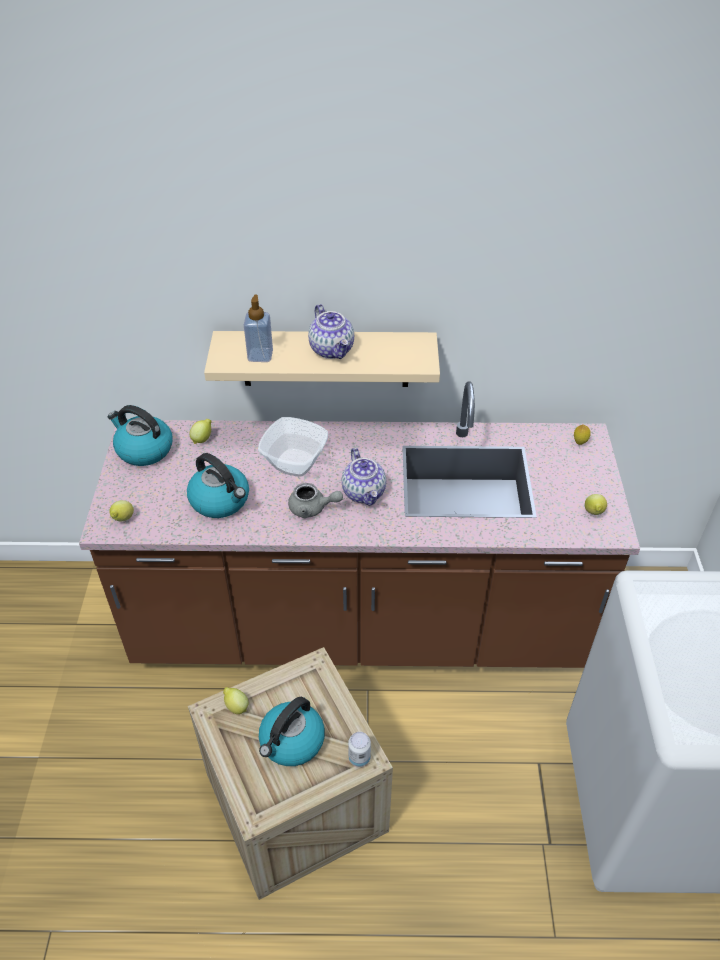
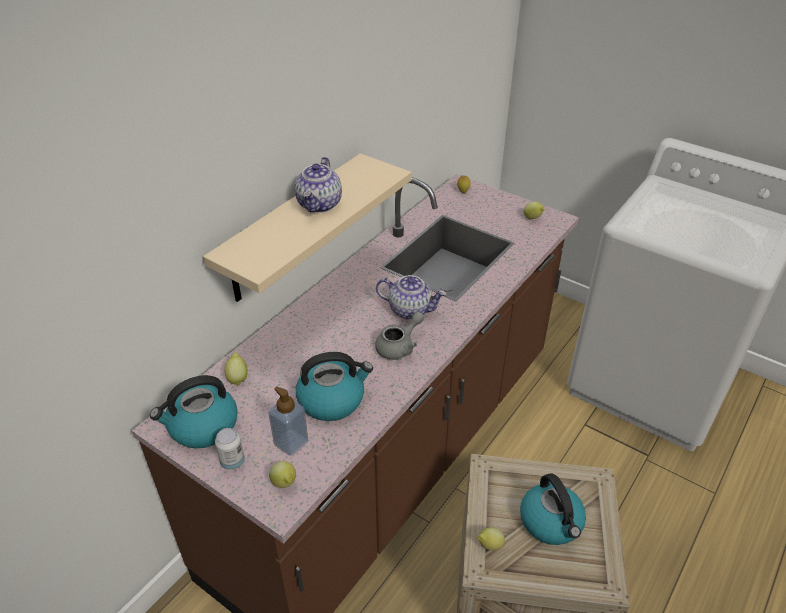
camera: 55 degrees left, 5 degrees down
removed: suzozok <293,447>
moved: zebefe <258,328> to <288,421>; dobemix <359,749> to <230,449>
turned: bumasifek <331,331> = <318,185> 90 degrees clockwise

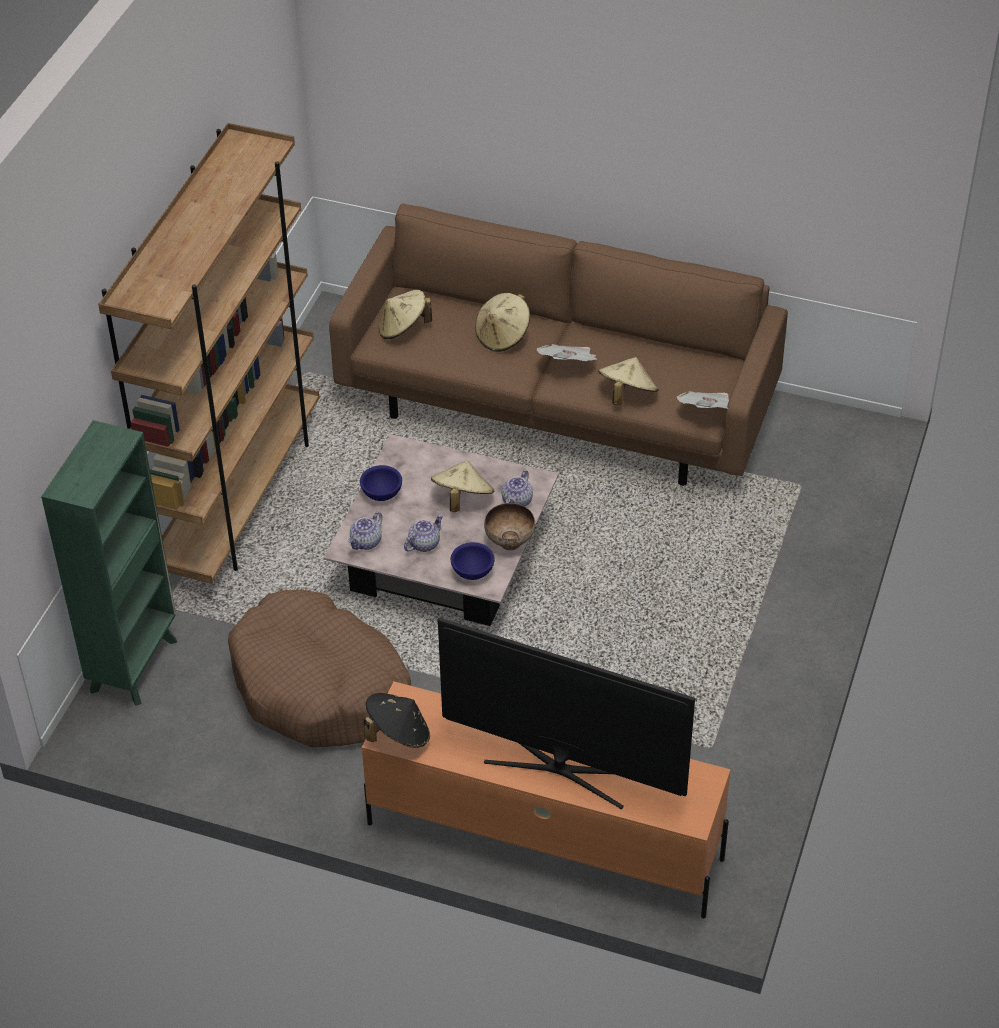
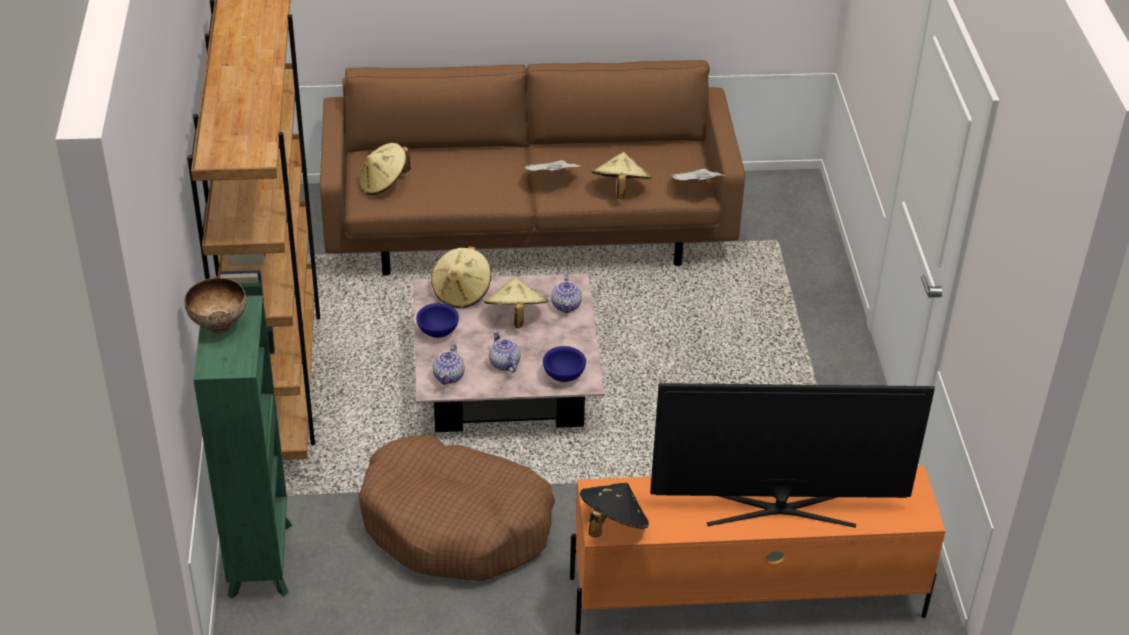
camera: 25 degrees left, 5 degrees down
moved: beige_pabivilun <502,322> to <461,277>; suzozok <509,526> to <215,306>
turned: bumasifek <423,533> = <505,351> 45 degrees counterclockwise

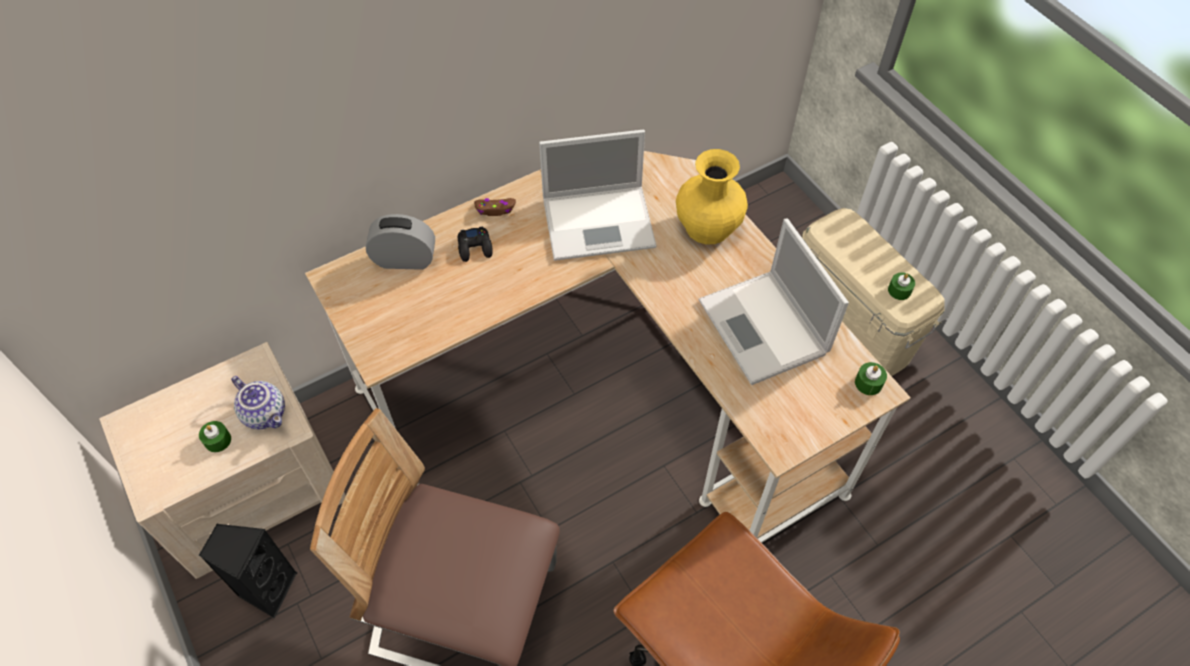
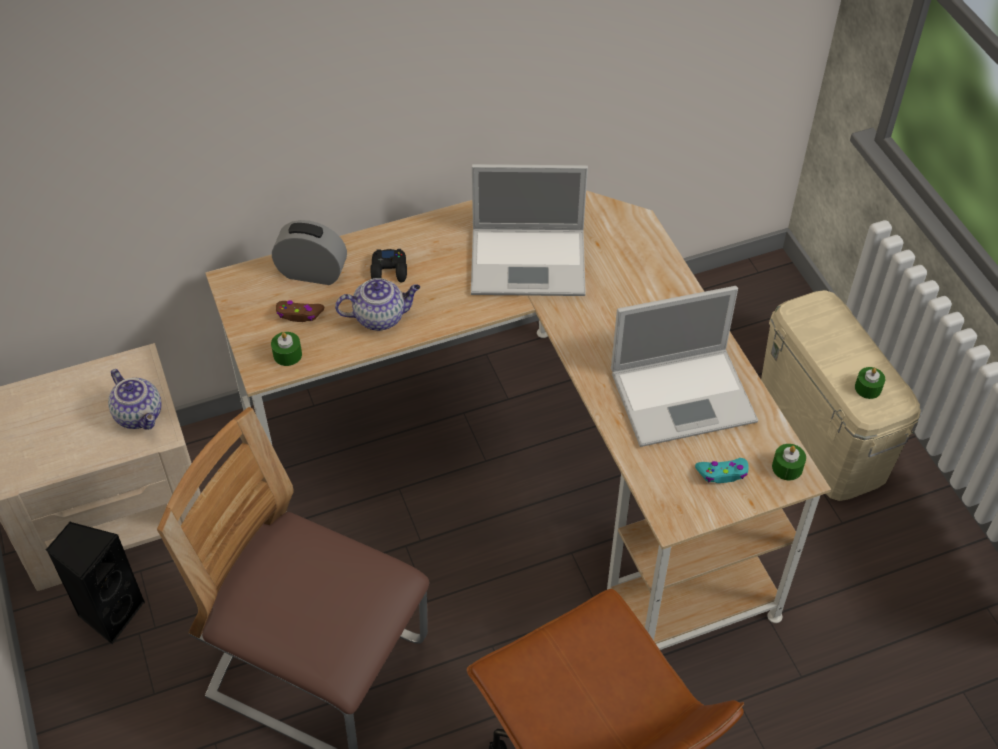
camera: 10 degrees right, 5 degrees down
removed: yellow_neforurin <712,197>
added: bumasifek <377,304>; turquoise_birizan <721,470>
moved: brown_birizan <495,207> to <300,311>; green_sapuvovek <215,436> to <286,349>
turned: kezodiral <774,301> = <684,366> 90 degrees counterclockwise

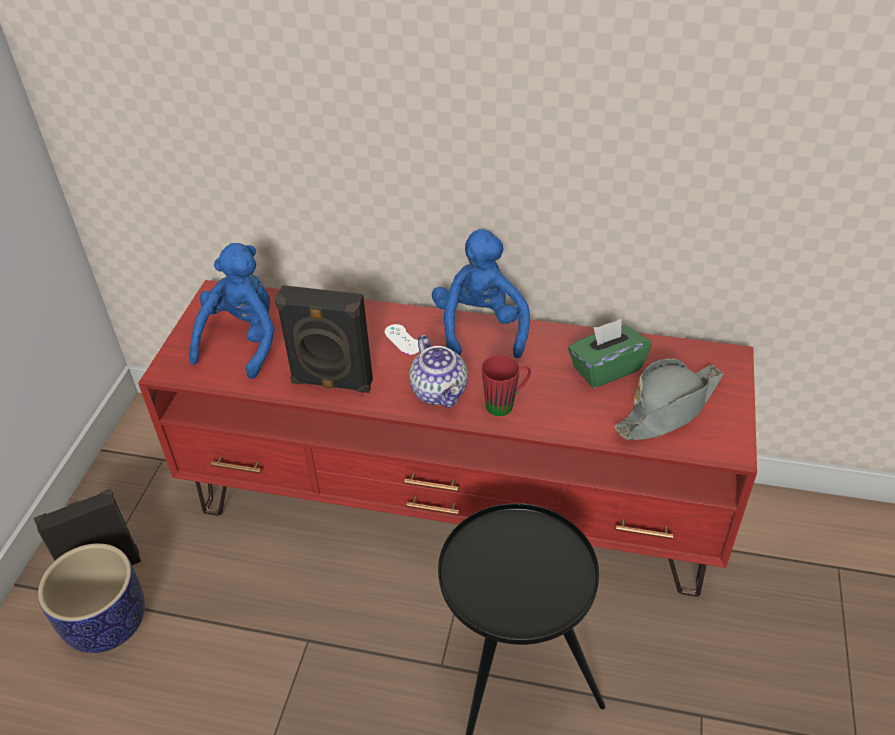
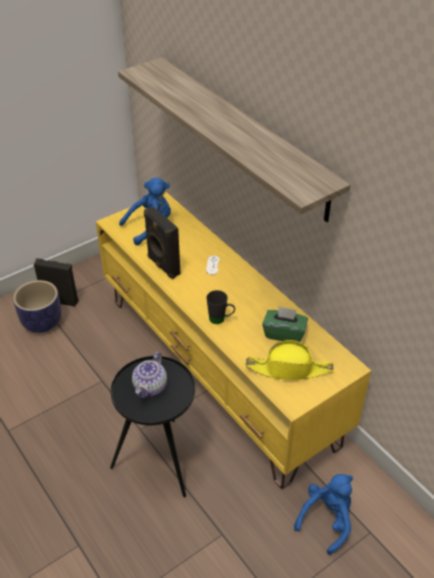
camera: 40 degrees right, 0 degrees up
added: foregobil <234,139>
moved: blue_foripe <481,293> to <323,514>; bumasifek <438,371> to <149,375>
recoloured: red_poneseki <447,438> to yellow_poneseki <233,340>; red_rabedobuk <506,385> to black_rabedobuk <220,307>; grey_pabivilun <669,399> to yellow_pabivilun <290,360>

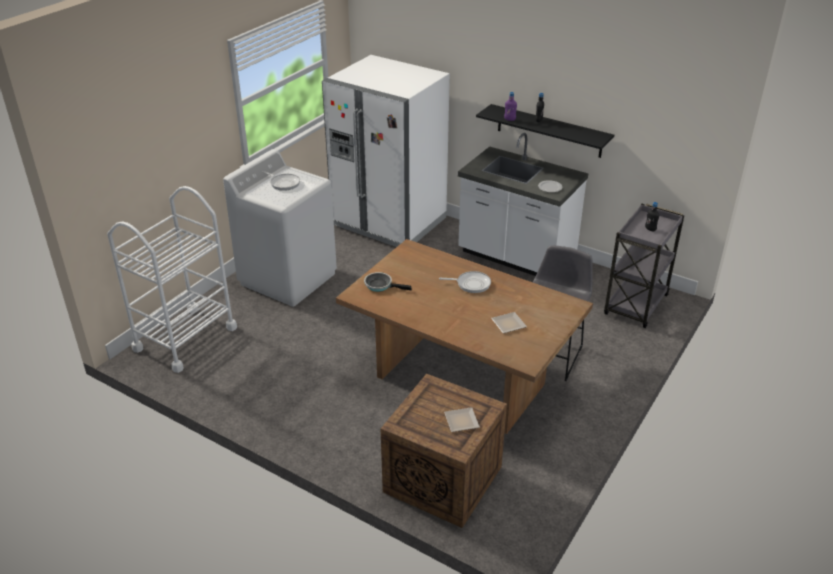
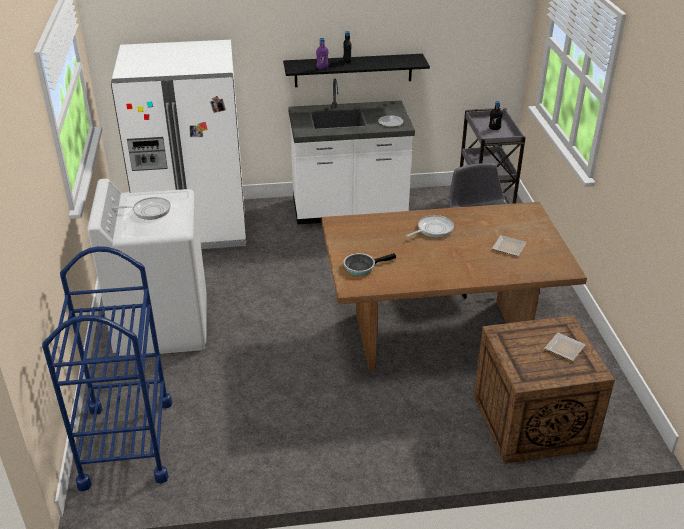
camera: 40 degrees left, 0 degrees up
recoloured: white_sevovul <172,279> to blue_sevovul <107,368>

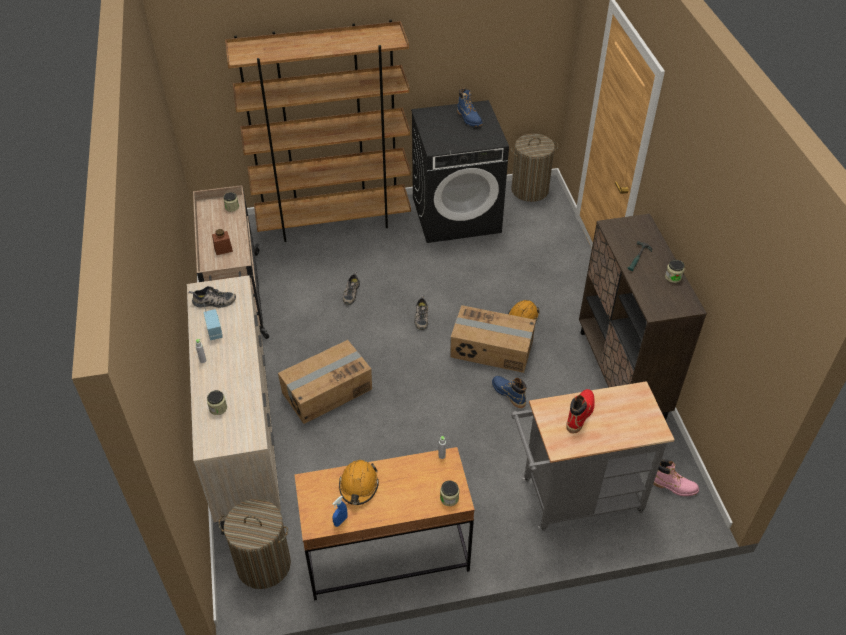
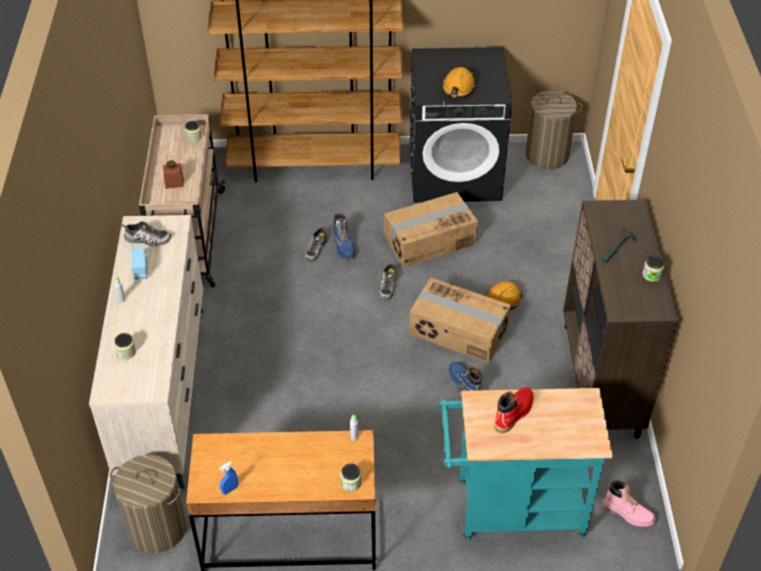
camera: 10 degrees right, 0 degrees up
moved: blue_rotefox <470,107> to <344,236>; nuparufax <325,382> to <431,230>; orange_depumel <359,482> to <459,82>
recoloured: grey_sevovul <593,456> to turquoise_sevovul <526,463>

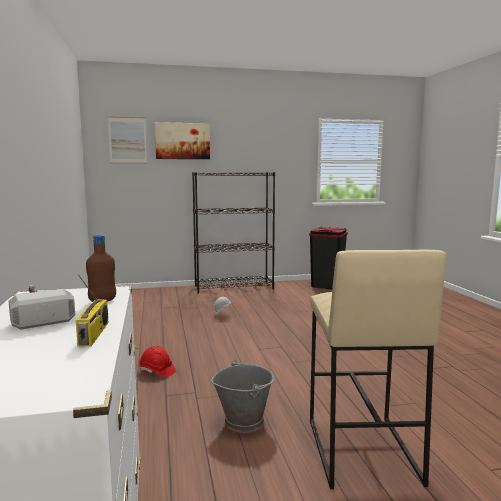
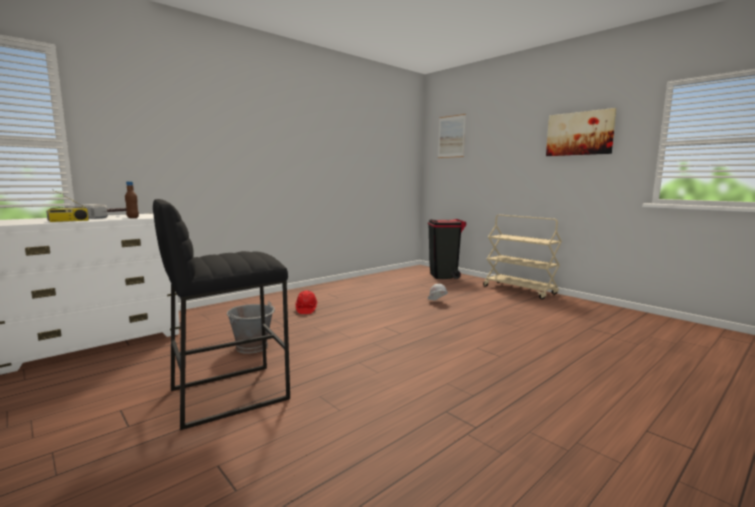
camera: 60 degrees right, 0 degrees up
moved: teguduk <182,140> to <581,132>; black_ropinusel <328,258> to <447,249>
replaced: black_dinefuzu <233,233> to beige_sevovul <522,257>
recoloured: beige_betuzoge <378,369> to black_betuzoge <221,314>

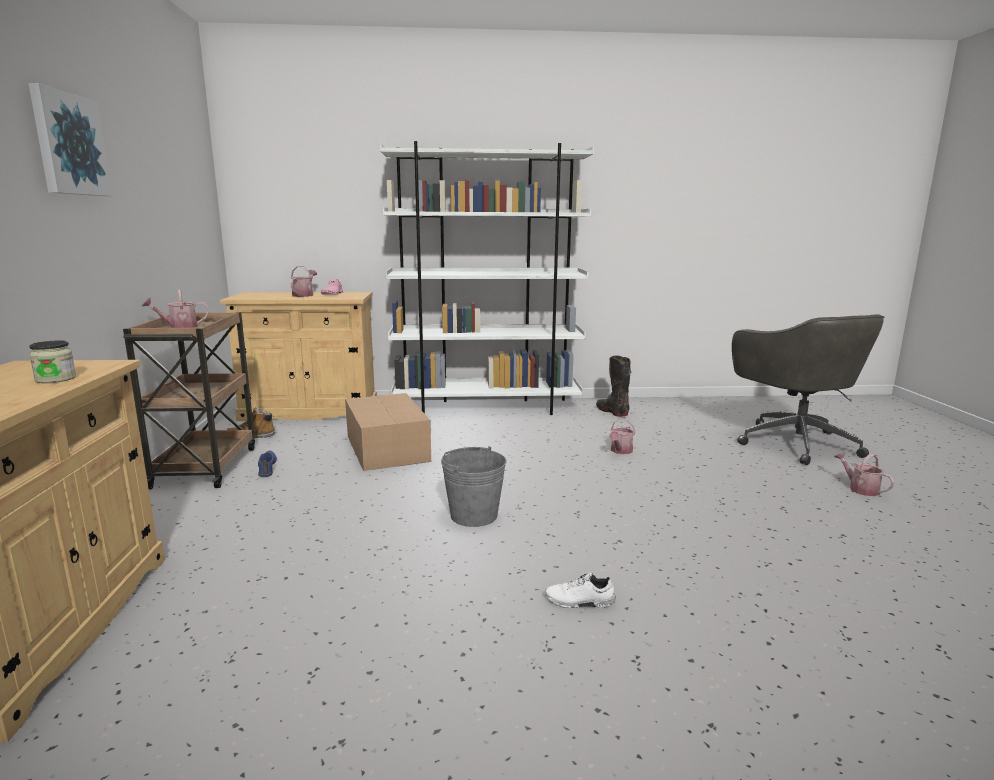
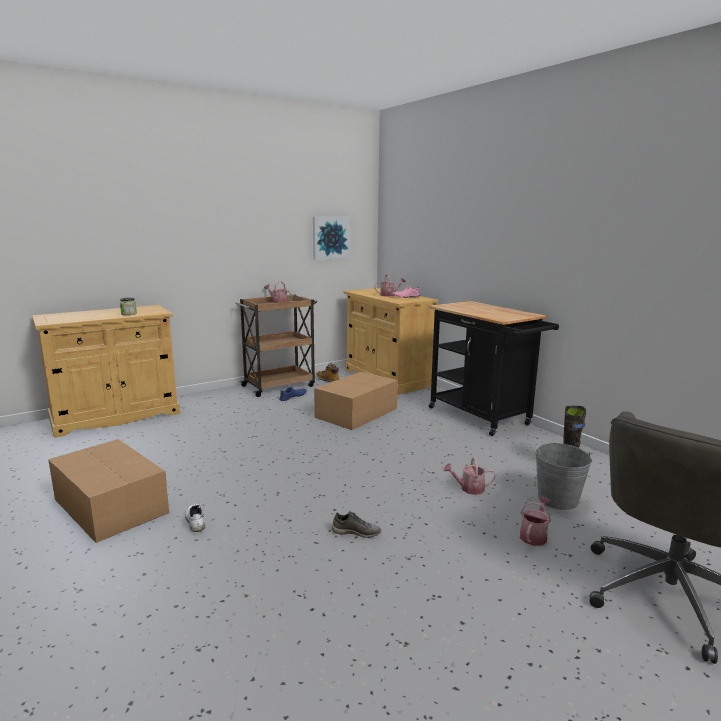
camera: 60 degrees right, 0 degrees up
added: nuparufax <108,491>; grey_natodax <356,524>
moved: teguduk <70,139> to <332,238>; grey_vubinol <473,486> to <564,476>; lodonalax <864,474> to <535,521>
replaced: white_dinefuzu <487,278> to black_sevovul <494,368>

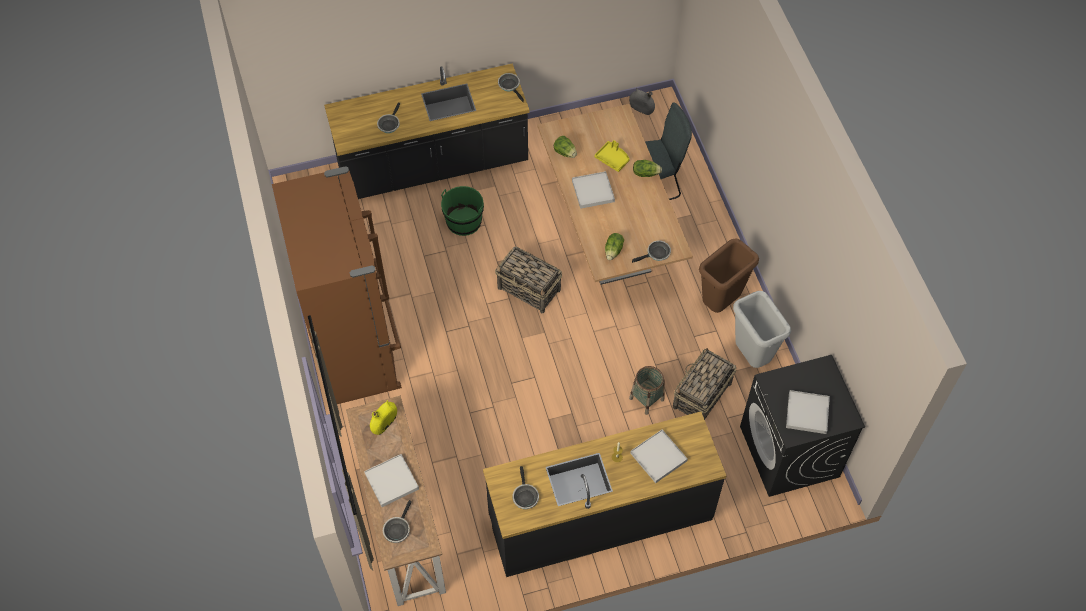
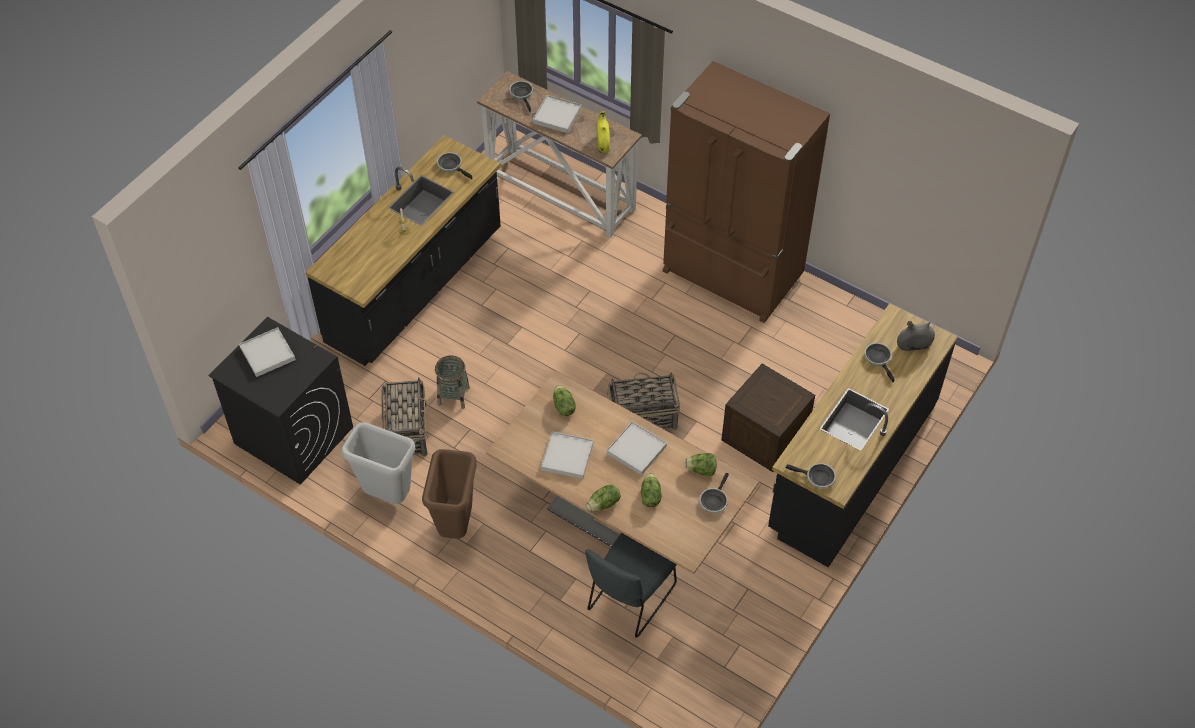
camera: 140 degrees right, 5 degrees down
moved: grey_neforurin <642,101> to <916,336>; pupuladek <651,251> to <714,493>; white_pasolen <659,456> to <567,455>
replaced: yellow_pasolen <612,156> to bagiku <651,490>; green_vubinol <462,211> to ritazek <768,418>

